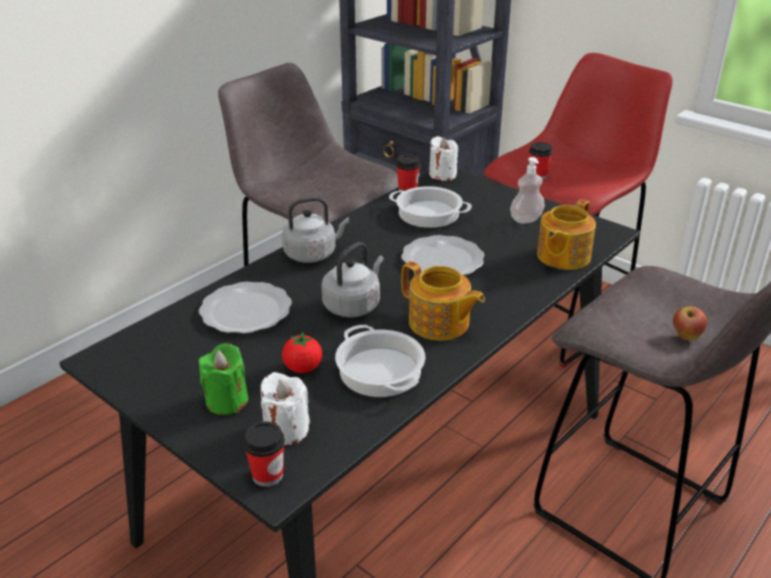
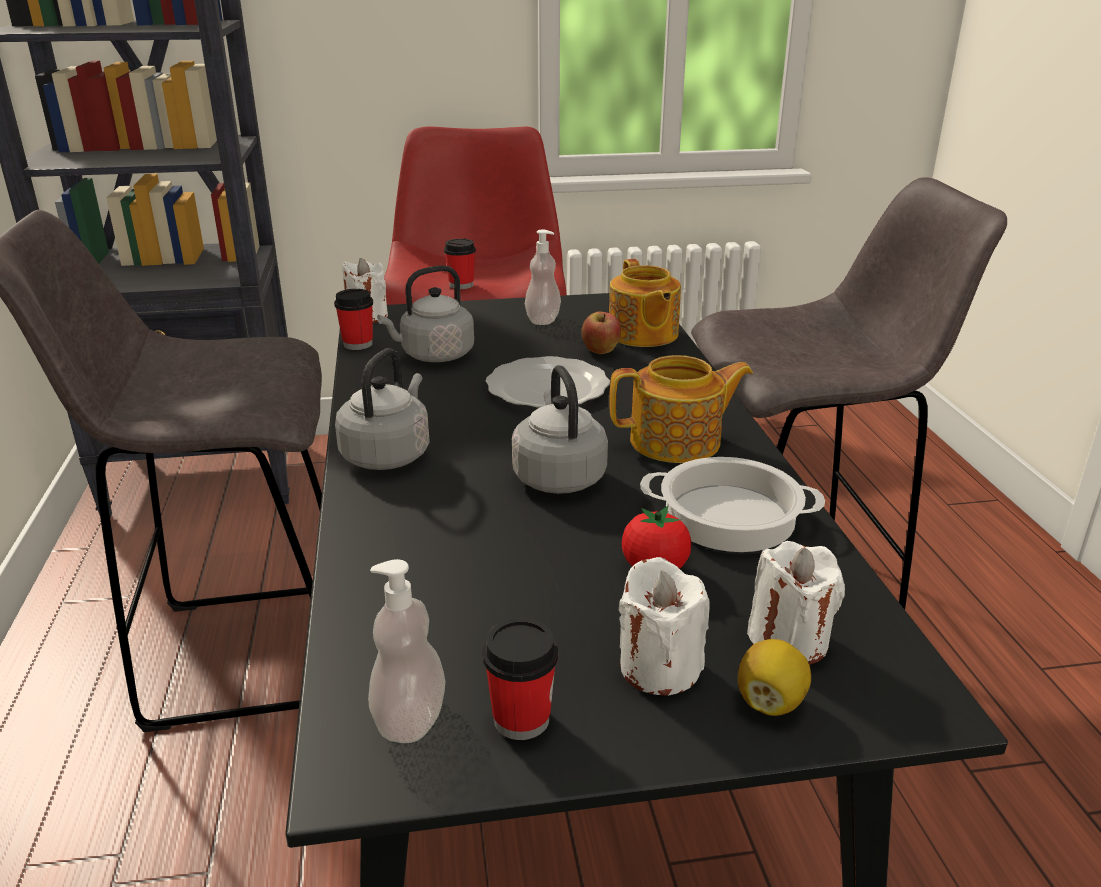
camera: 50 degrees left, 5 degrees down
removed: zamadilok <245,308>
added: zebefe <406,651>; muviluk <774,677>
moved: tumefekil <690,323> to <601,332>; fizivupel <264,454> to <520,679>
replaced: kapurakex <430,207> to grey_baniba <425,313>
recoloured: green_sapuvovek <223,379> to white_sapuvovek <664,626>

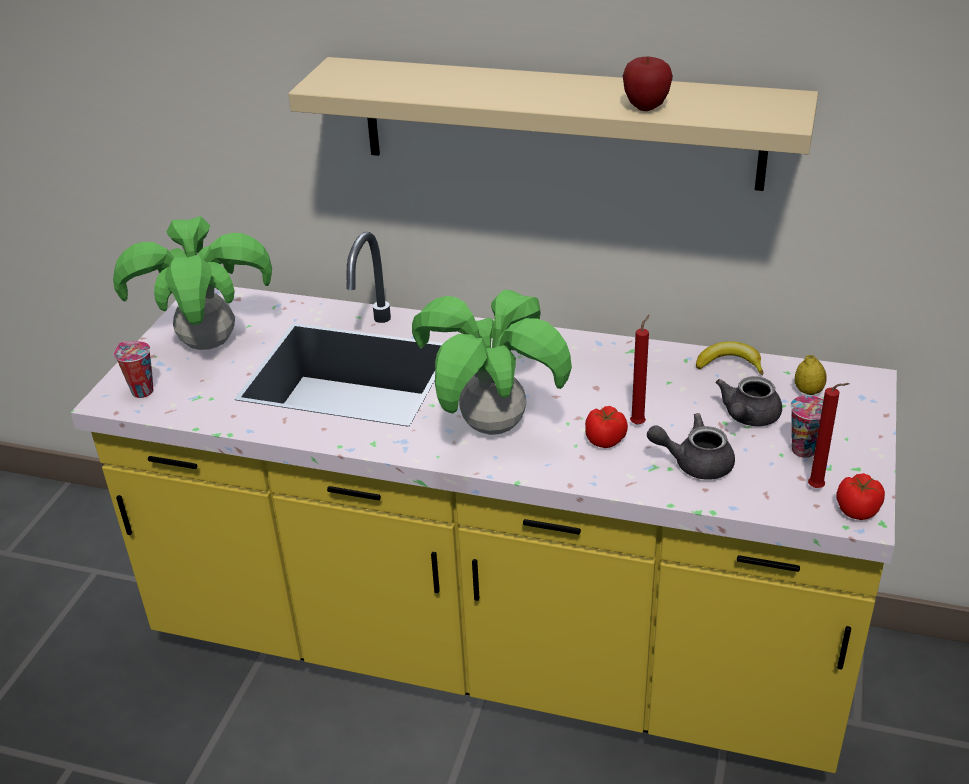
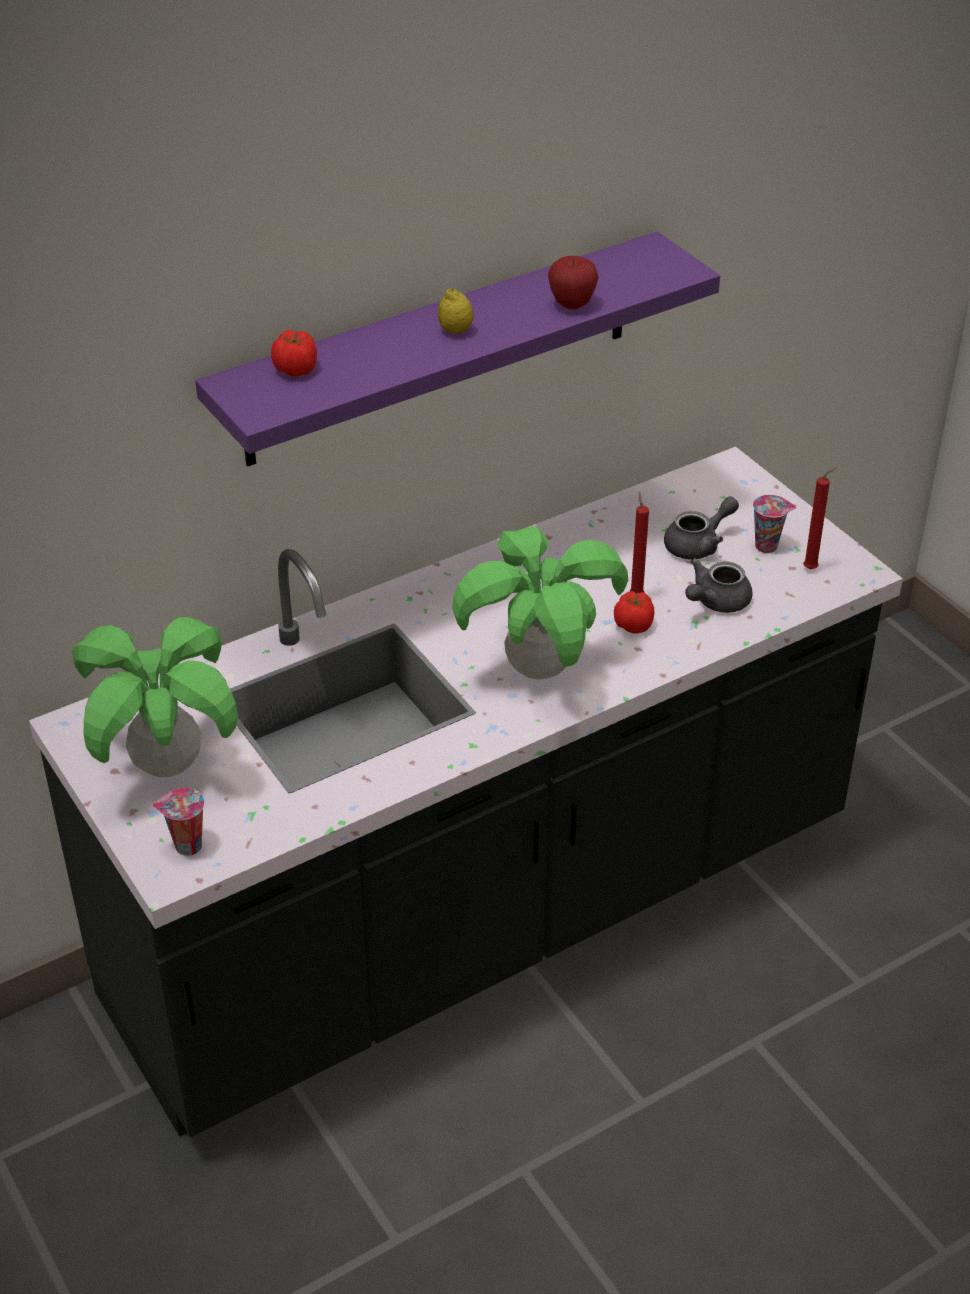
camera: 50 degrees left, 5 degrees up
removed: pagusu <730,358>
moved: muviluk <811,375> to <456,311>; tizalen <860,496> to <294,353>
recoloured: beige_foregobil <553,124> to purple_foregobil <457,349>; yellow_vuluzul <483,502> to black_vuluzul <466,791>
turned: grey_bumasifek <749,401> = <701,528> 105 degrees counterclockwise

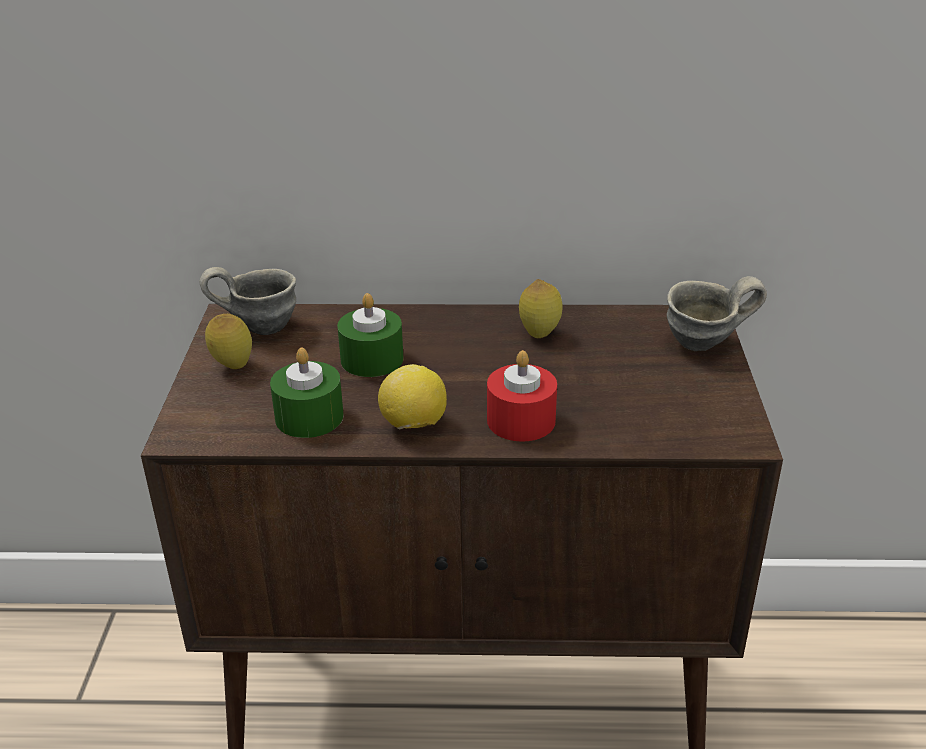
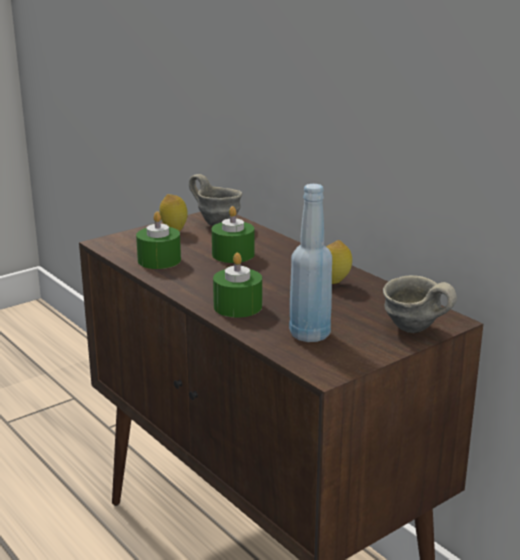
camera: 50 degrees right, 10 degrees down
removed: muviluk <412,396>
added: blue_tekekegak <310,263>
recoloured: red_sapuvovek <522,396> to green_sapuvovek <237,285>

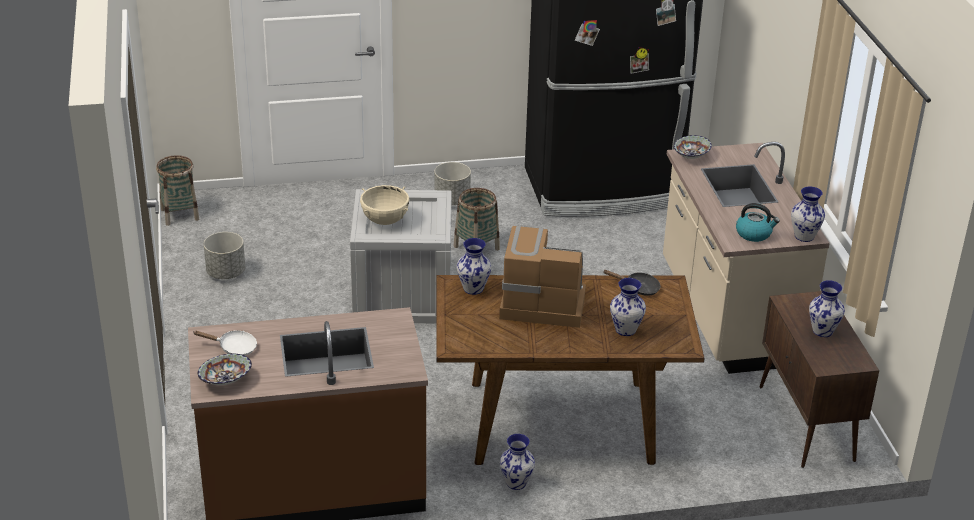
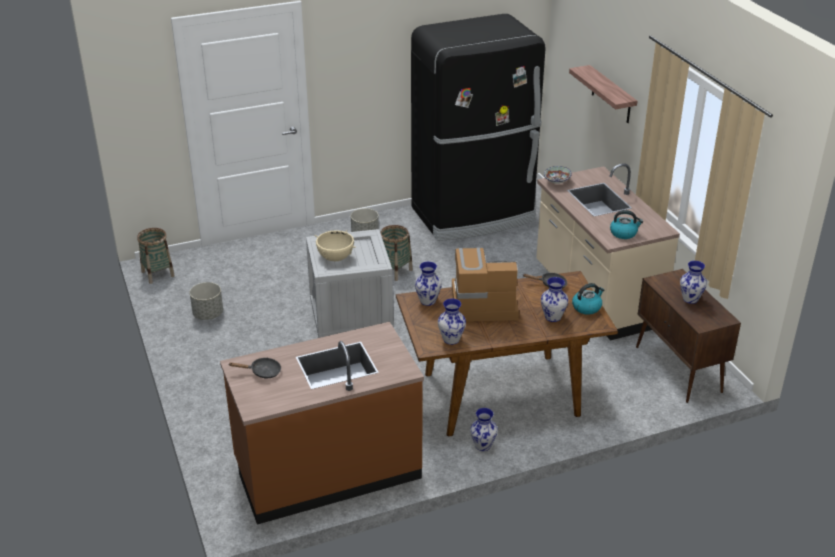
camera: 10 degrees left, 0 degrees up
removed: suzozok <225,369>
added: foregobil <603,94>; baniba <588,299>
moved: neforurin <808,214> to <452,322>
recoloured: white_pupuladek <225,343> to black_pupuladek <255,367>

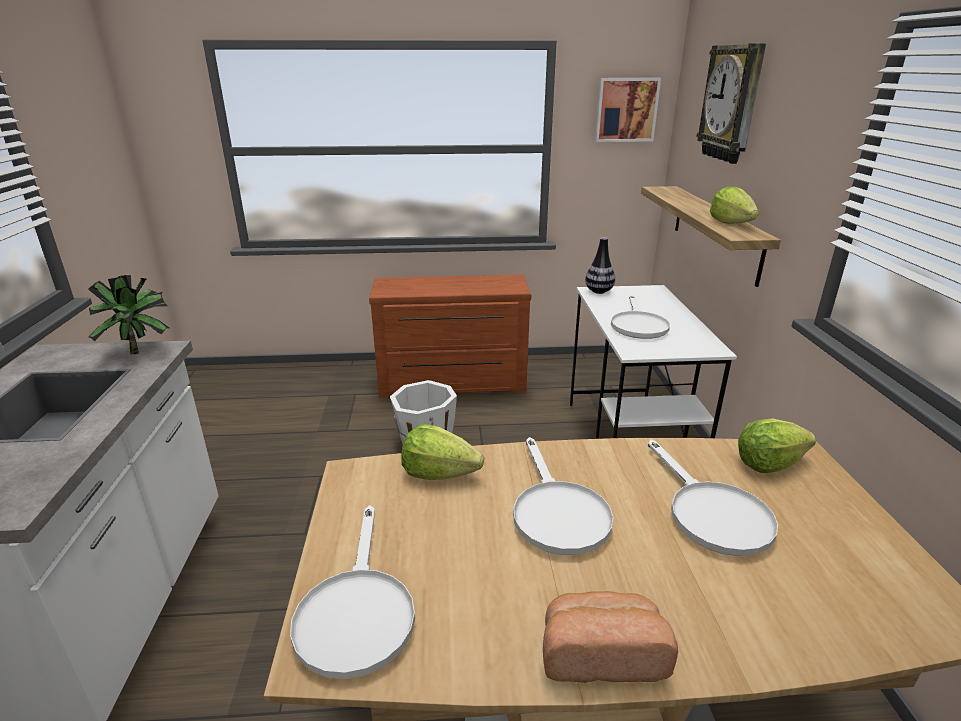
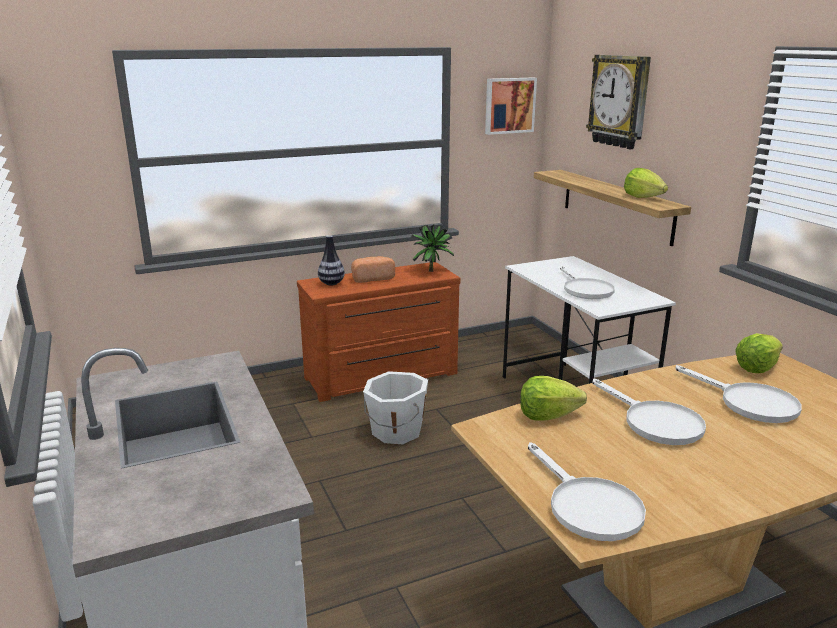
camera: 20 degrees left, 5 degrees down
moved: neforurin <600,265> to <331,260>; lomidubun <128,314> to <432,248>; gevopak <610,637> to <373,269>

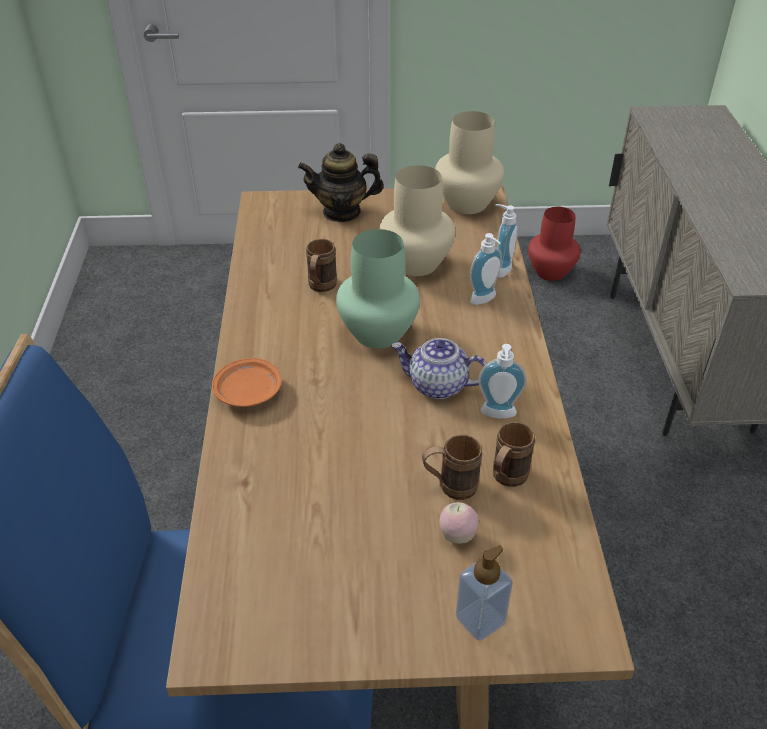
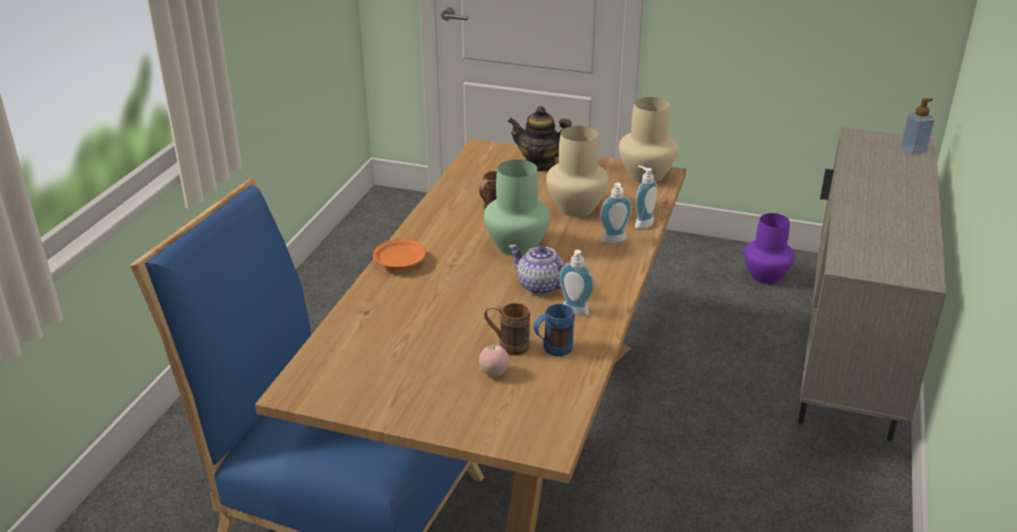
camera: 20 degrees right, 10 degrees down
moved: zebefe <484,593> to <918,126>
recoloured: red_neforurin <554,244> to purple_neforurin <769,248>; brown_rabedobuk <514,454> to blue_rabedobuk <554,330>

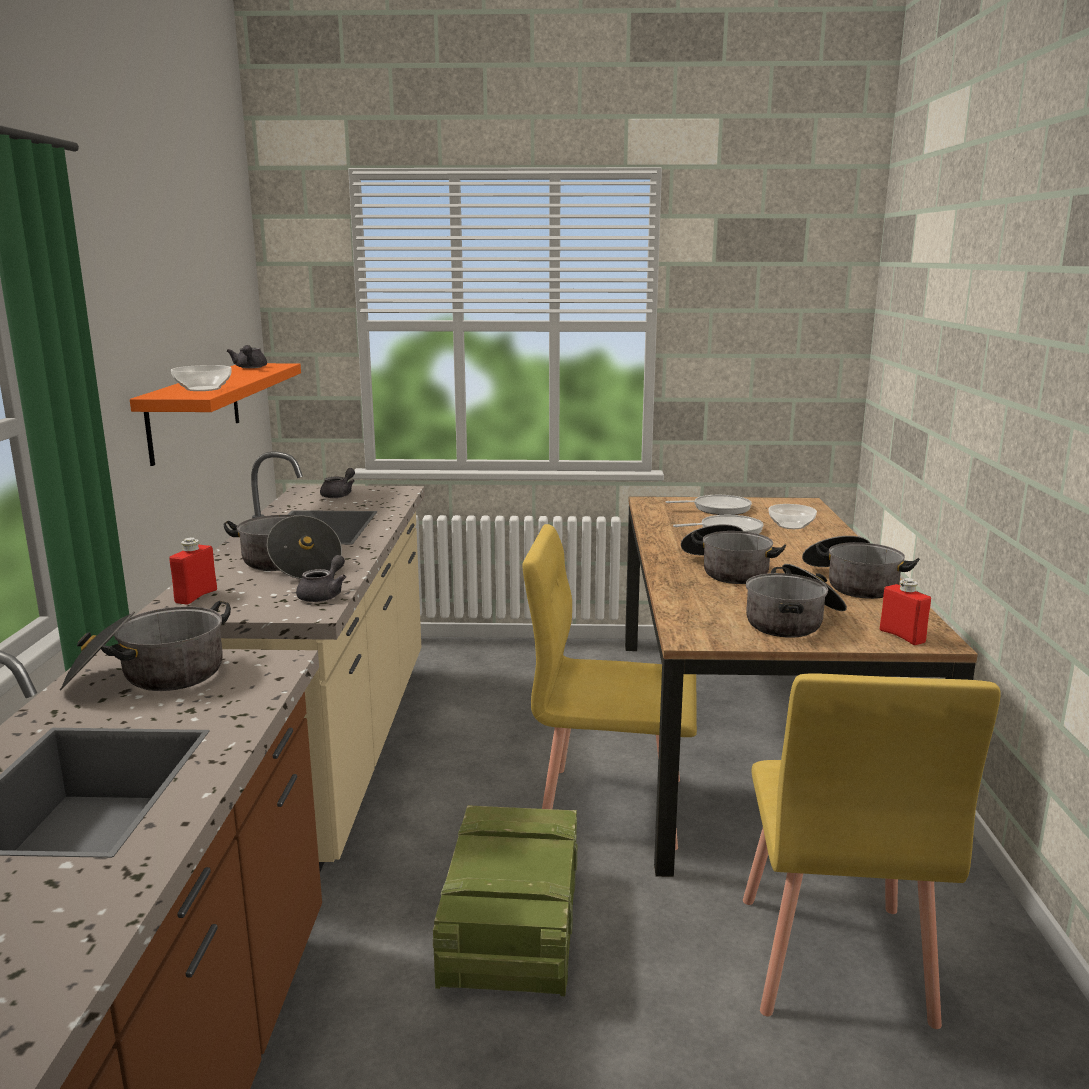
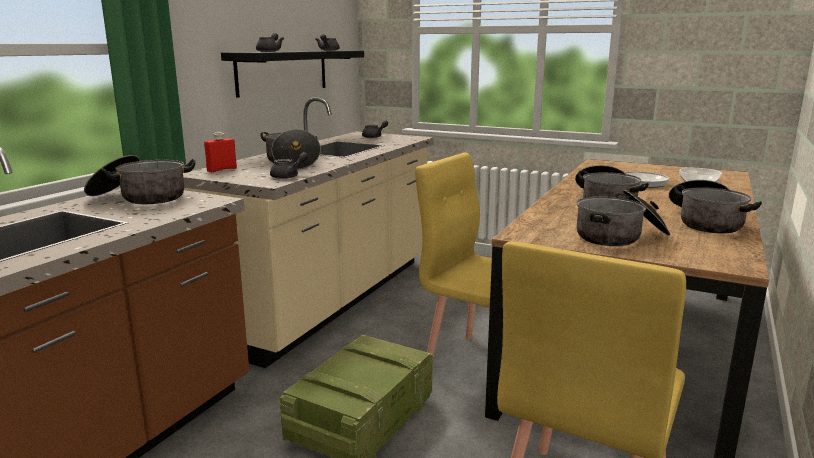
camera: 25 degrees right, 0 degrees up
removed: pupuladek <709,505>; red_tekekegak <905,611>
replaced: suzozok <201,378> to grey_bumasifek <270,42>
recoloured: orange_foregobil <215,414> to black_foregobil <292,74>

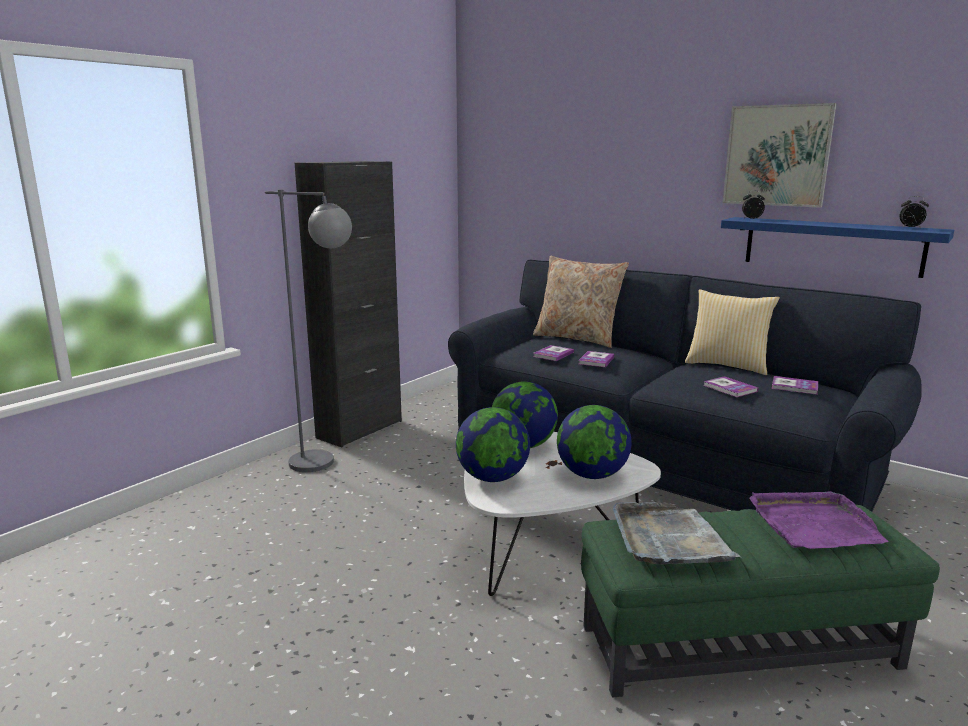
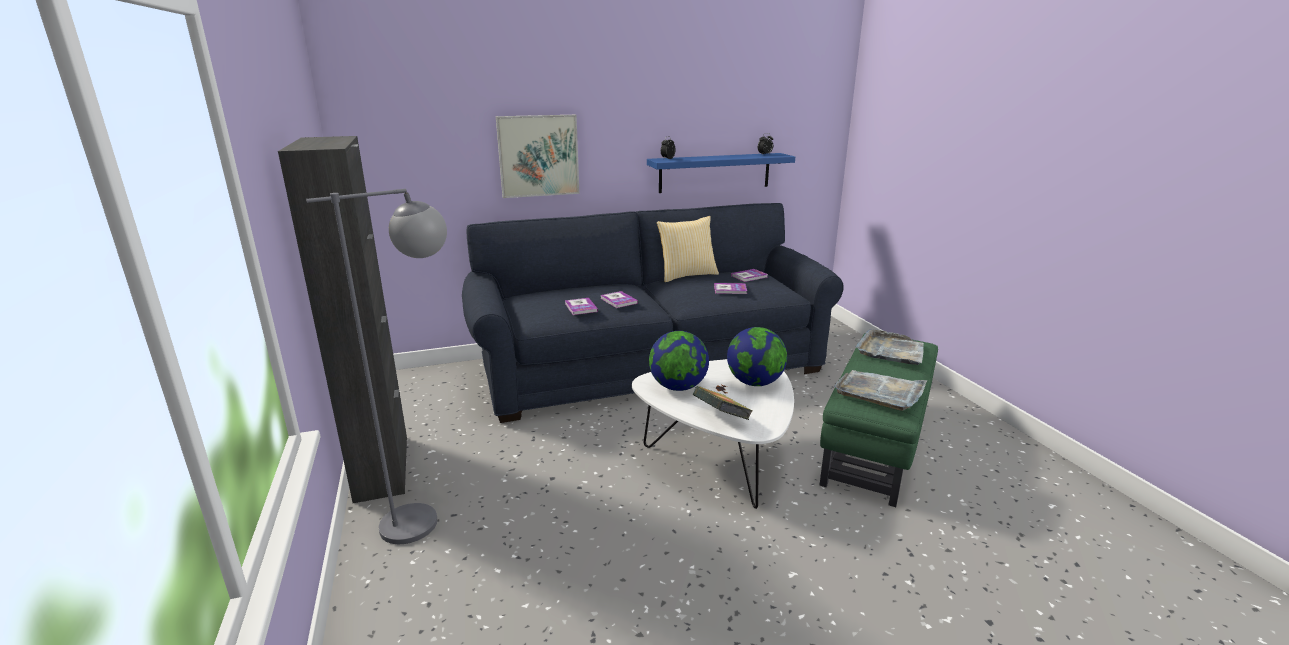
camera: 55 degrees left, 5 degrees up
removed: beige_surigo <581,302>
moved: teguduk <780,155> to <538,156>
replaced: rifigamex <493,444> to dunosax <722,403>
recoloured: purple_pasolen <819,520> to grey_pasolen <890,347>

